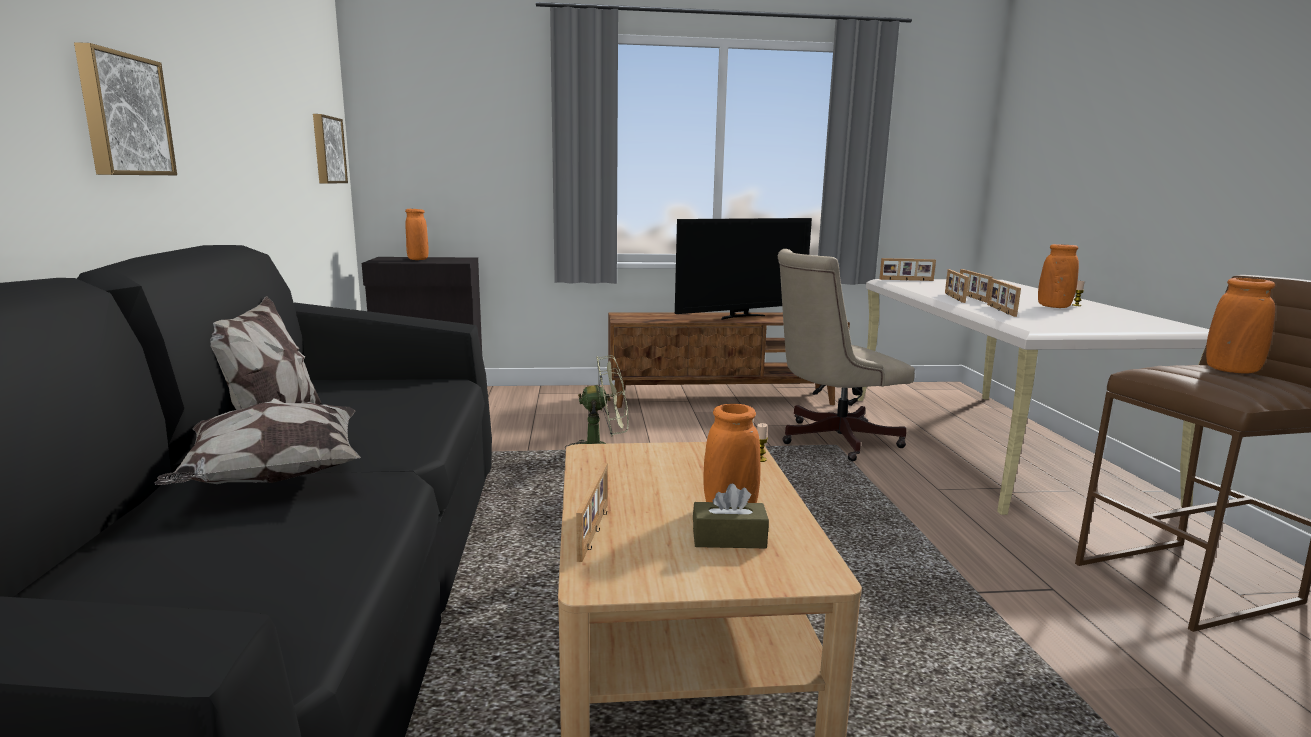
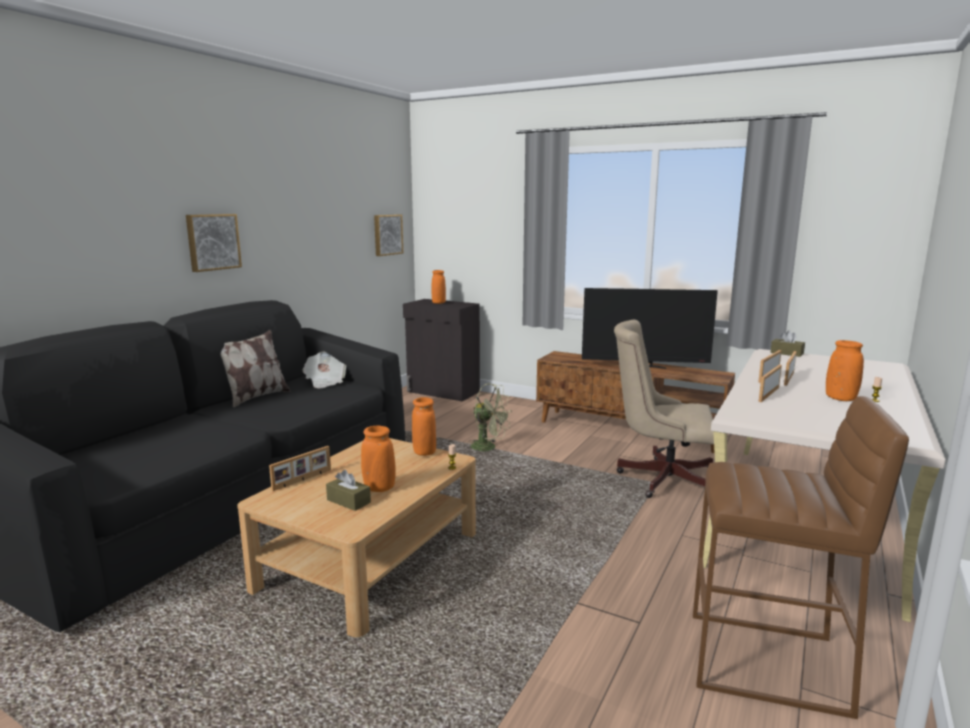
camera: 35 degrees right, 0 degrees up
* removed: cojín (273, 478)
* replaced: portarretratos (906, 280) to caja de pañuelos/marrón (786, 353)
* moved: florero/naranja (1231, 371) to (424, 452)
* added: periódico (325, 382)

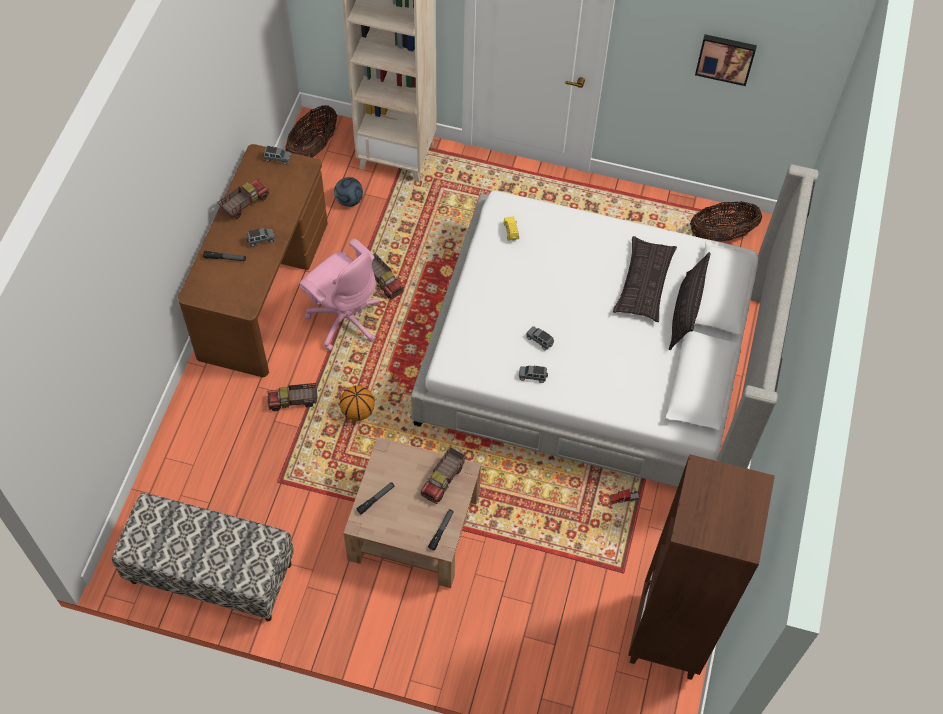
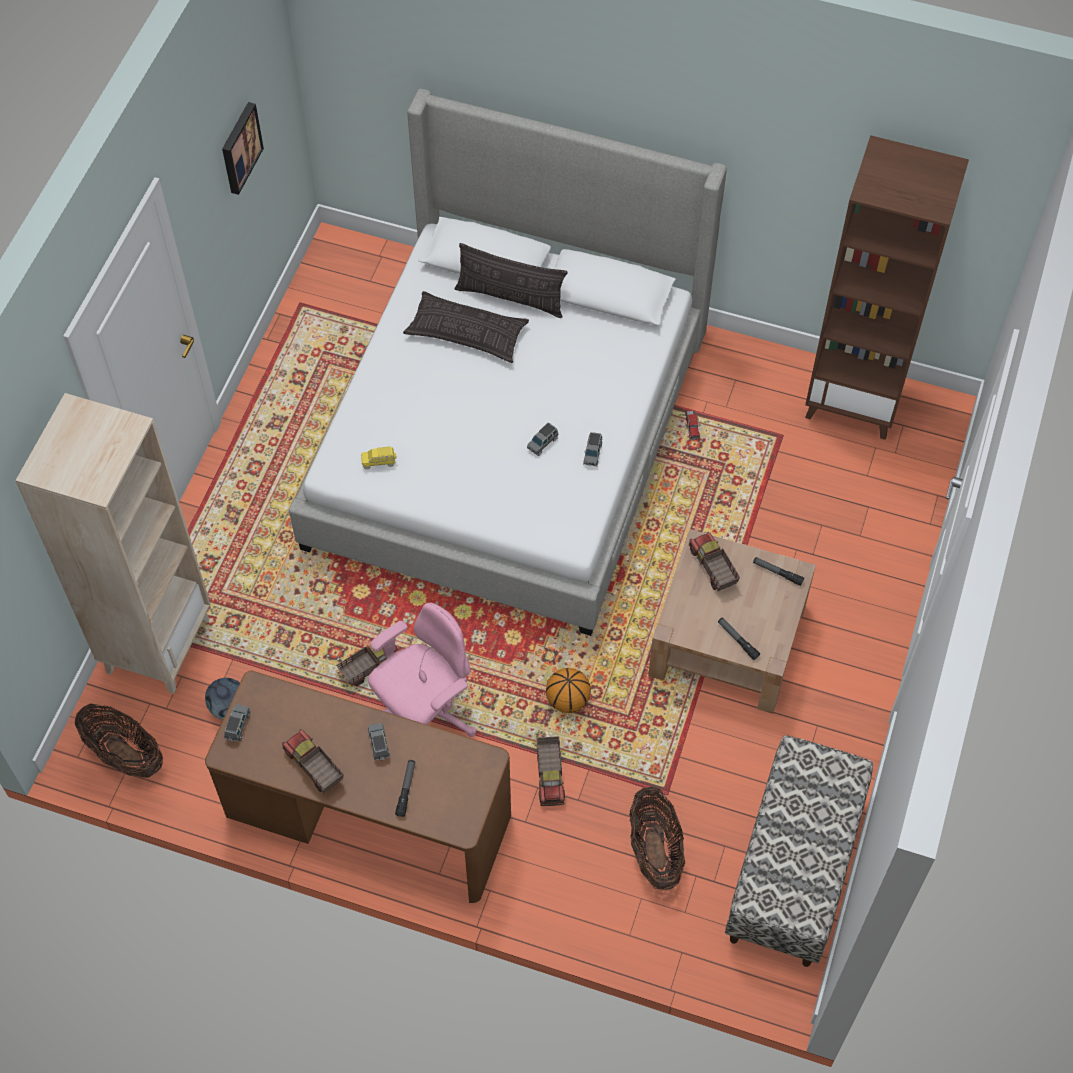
camera: 85 degrees left, 0 degrees up
* turned: camión de juguete (443, 480) = (712, 568) 150 degrees counterclockwise
* moved: cesta (721, 234) to (655, 850)

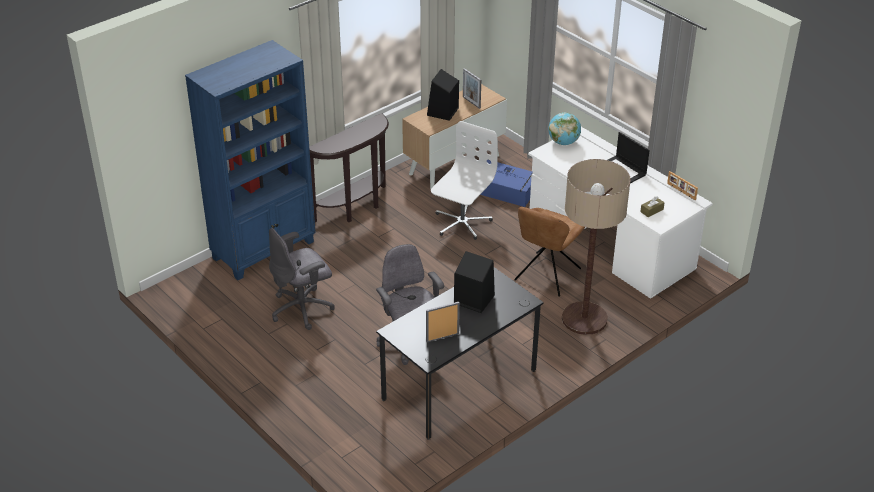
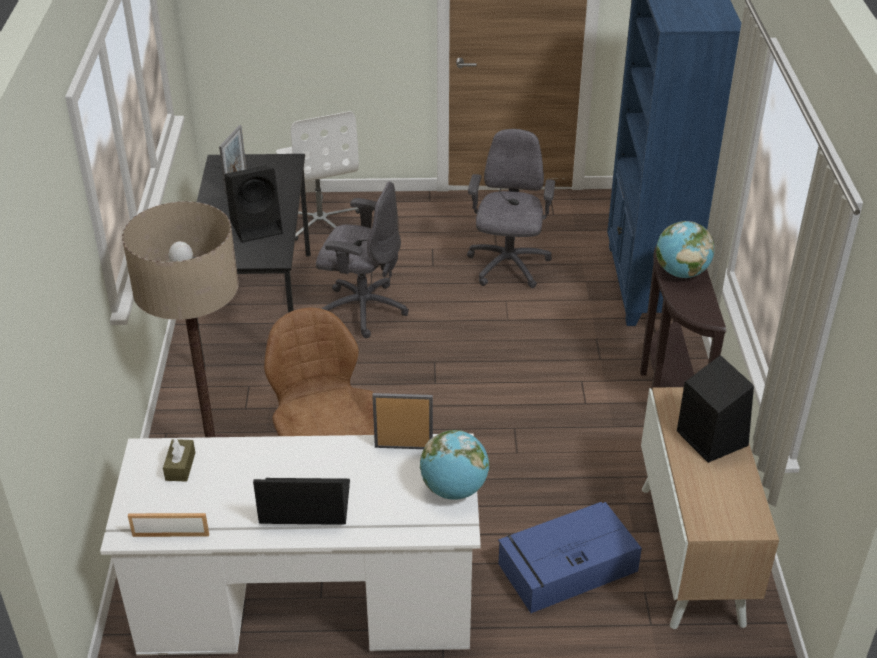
camera: 130 degrees right, 0 degrees up
* moved: silla de oficina/blanco (461, 223) to (321, 220)
* moved: portarretratos (471, 102) to (403, 447)
* added: globo terráqueo (681, 272)

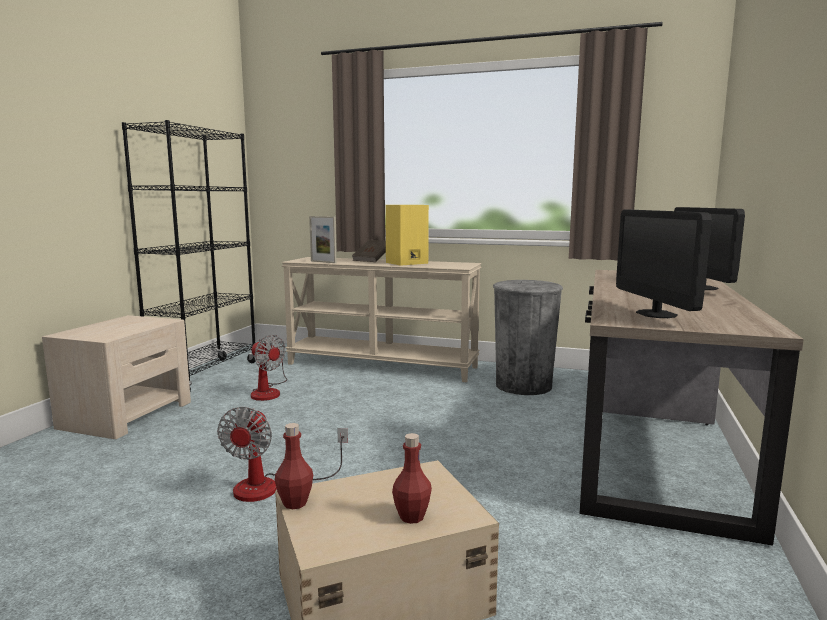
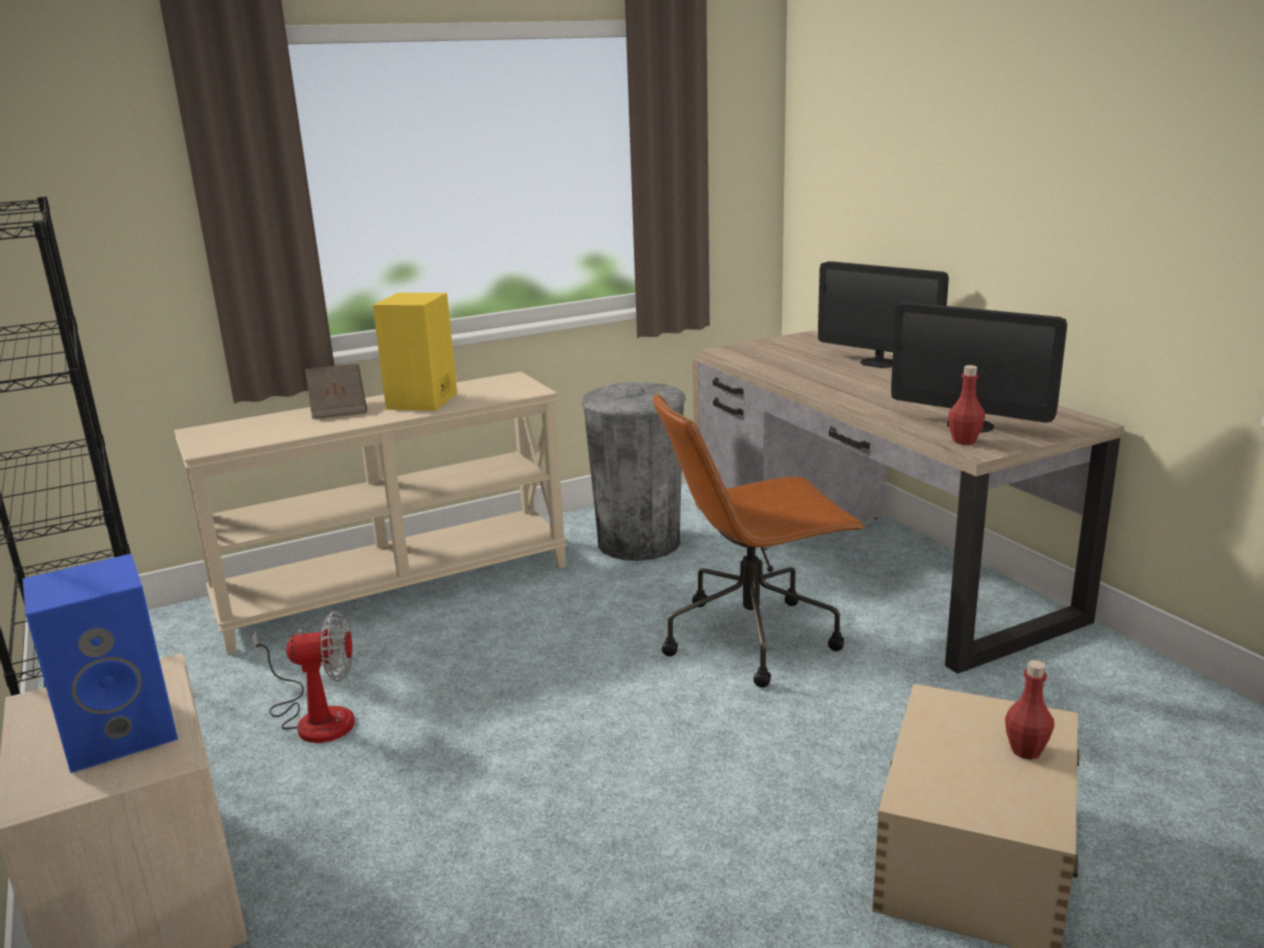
camera: 45 degrees left, 10 degrees up
* removed: ventilador (271, 486)
* moved: botella/rojo (295, 503) to (964, 441)
* removed: portarretratos (323, 262)
* added: altavoz/azul (123, 731)
* added: silla de oficina/marrón (753, 637)

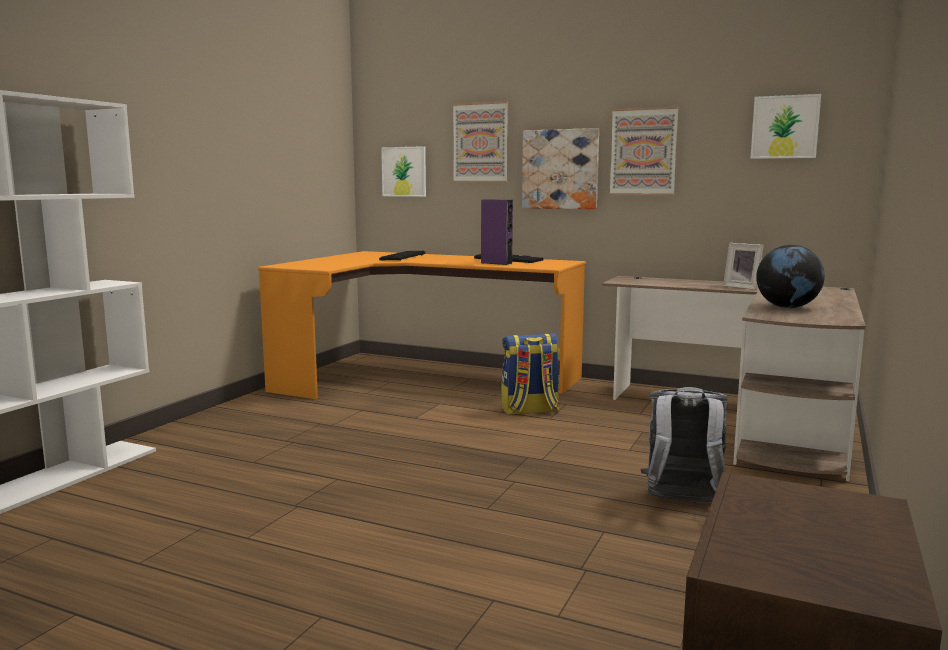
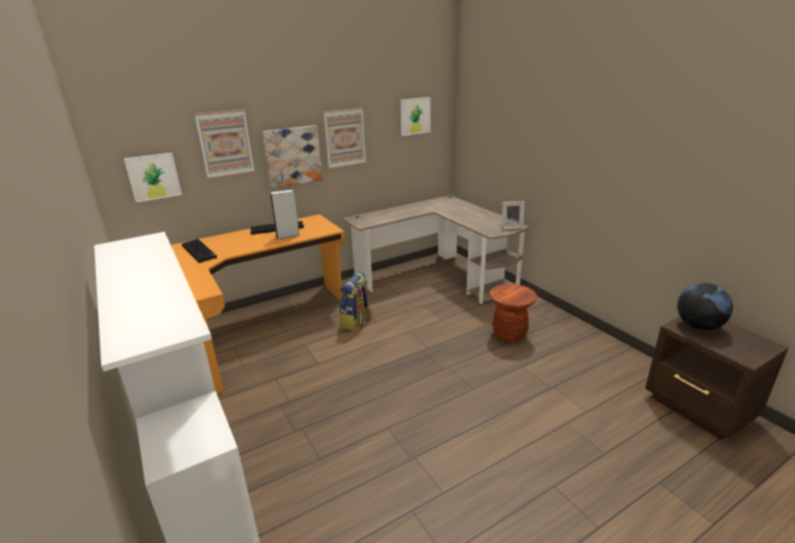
camera: 55 degrees left, 15 degrees up
* recoloured: altavoz/morado (496, 263) to altavoz/gris (288, 236)
* replaced: mochila/gris (682, 503) to taburete/marrón (509, 334)
* moved: portarretratos (743, 287) to (511, 227)
* moved: globo terráqueo (787, 307) to (698, 326)

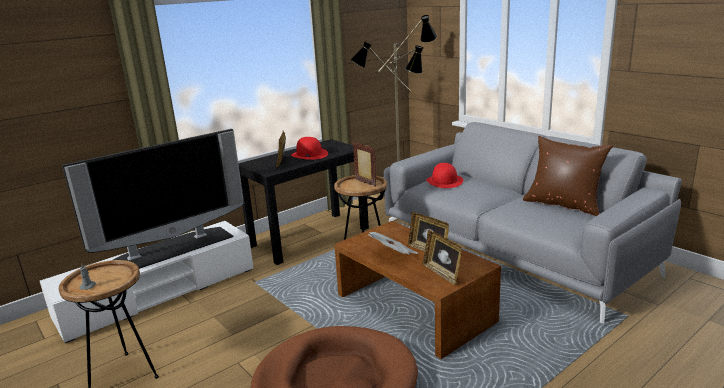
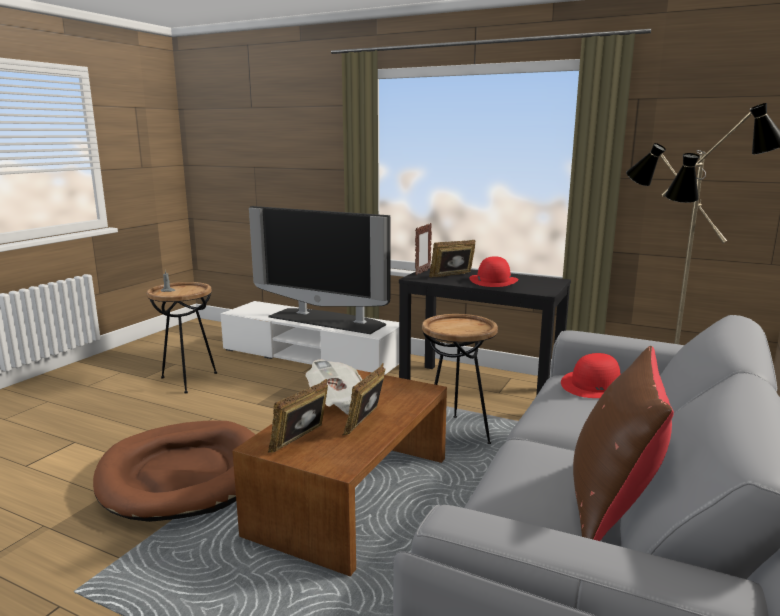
camera: 65 degrees right, 5 degrees down
* moved: portarretratos (365, 183) to (422, 272)

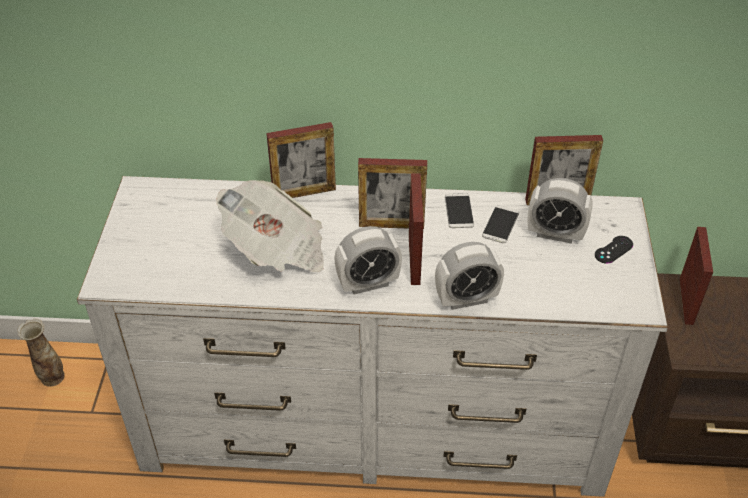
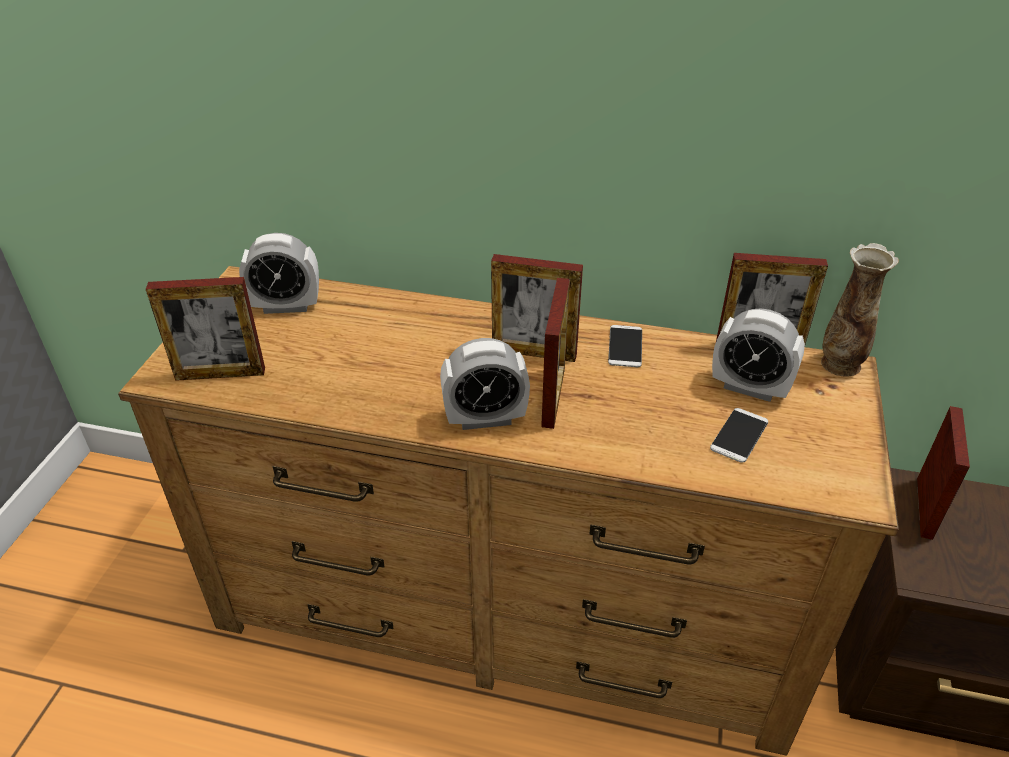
camera: 10 degrees right, 5 degrees down
* moved: florero (52, 377) to (839, 365)
* recoloured: cómoda/blanco (374, 422) to cómoda/marrón (506, 611)
* removed: periódico (276, 249)
* moved: portarretratos (304, 192) to (220, 374)
* moved: despertador (466, 299) to (286, 306)
* moved: móvil (500, 225) to (739, 435)
* removed: mando de consola/negro (613, 250)

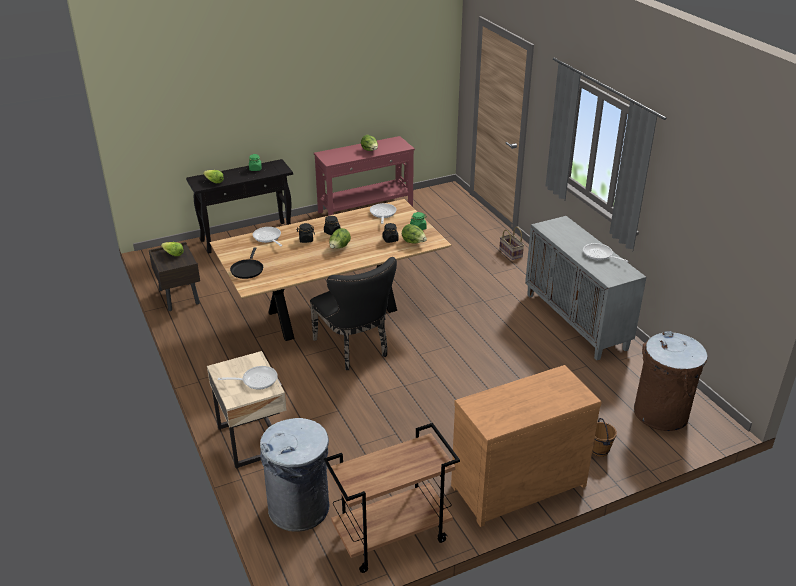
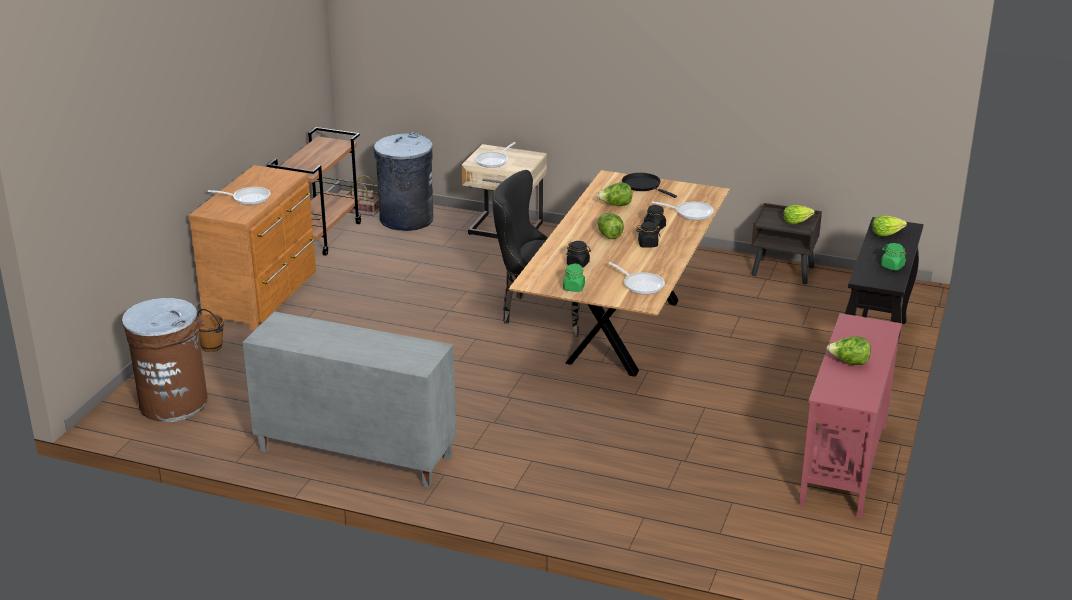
camera: 135 degrees right, 5 degrees down
* moved: lechuga (413, 242) to (615, 205)
* moved: cesta (511, 253) to (362, 211)
* moved: sartén (599, 255) to (248, 198)

